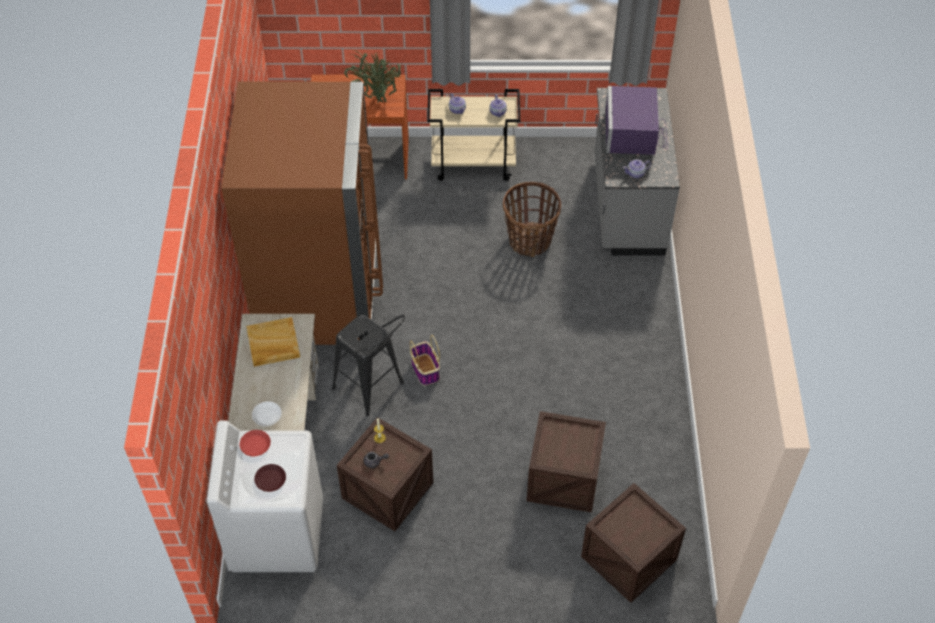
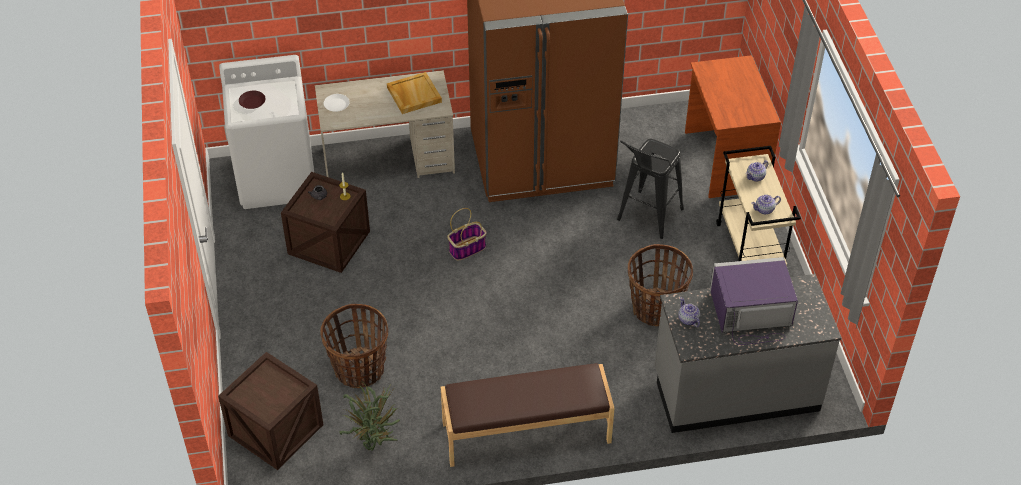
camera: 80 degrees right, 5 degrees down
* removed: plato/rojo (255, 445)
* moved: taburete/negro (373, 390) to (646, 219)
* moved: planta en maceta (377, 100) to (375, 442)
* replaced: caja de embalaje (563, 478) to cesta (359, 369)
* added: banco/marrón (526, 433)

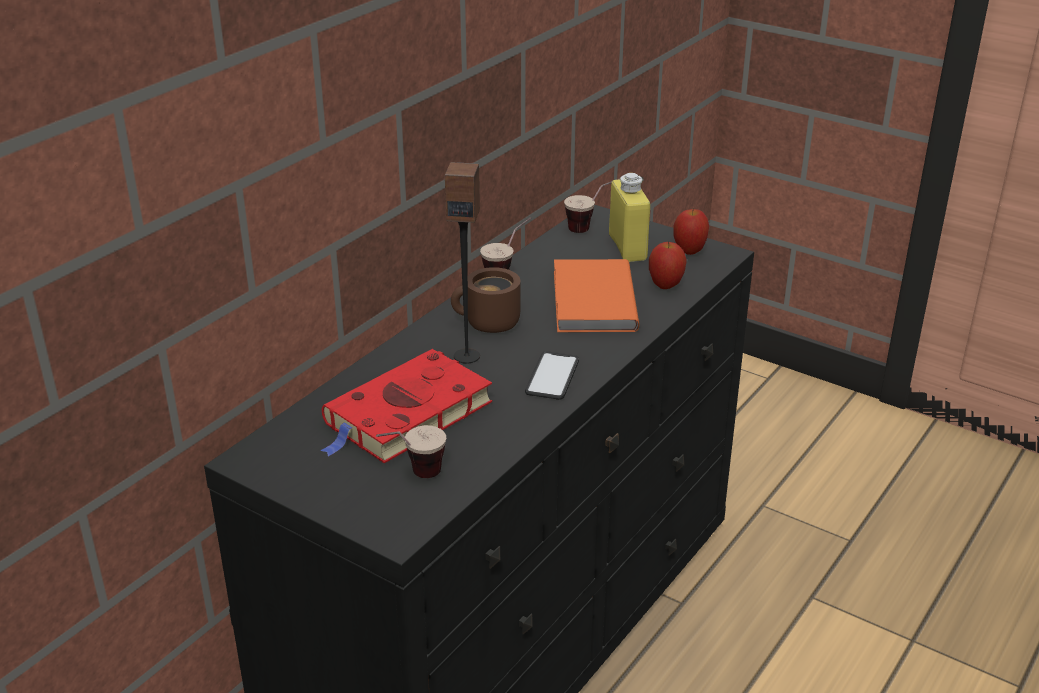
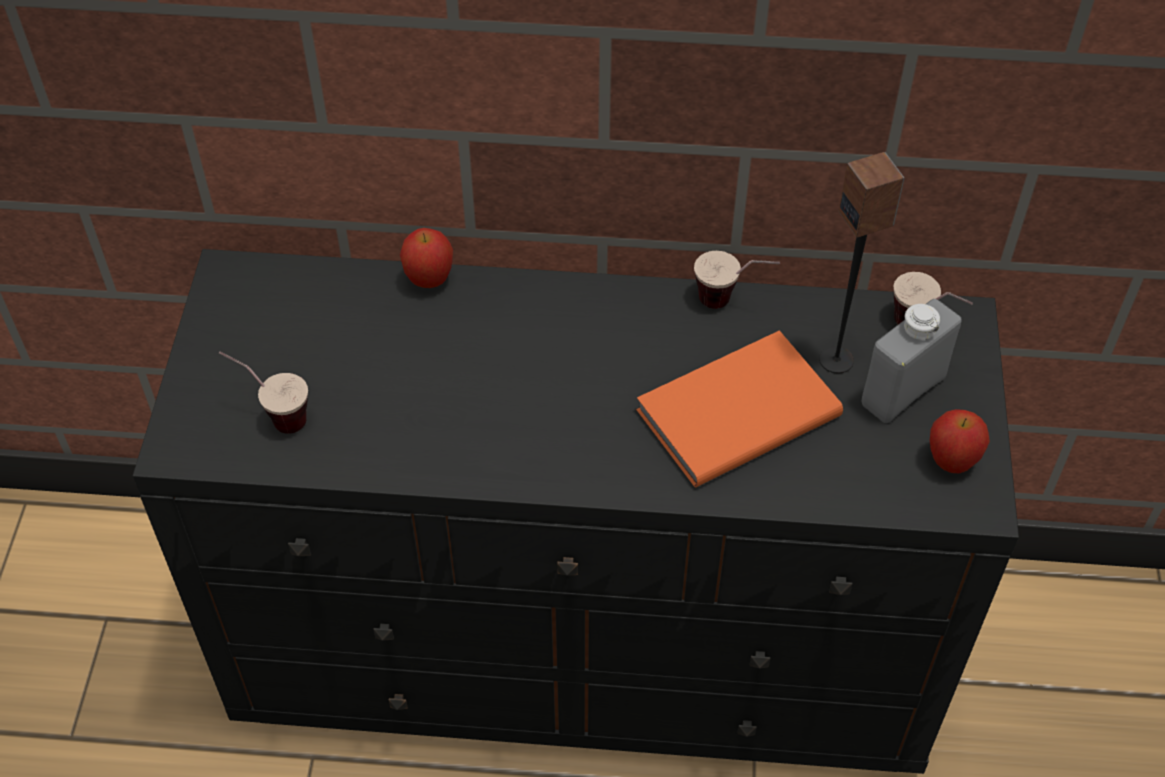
camera: 60 degrees right, 20 degrees up
* removed: libro/rojo (405, 416)
* moved: altavoz (467, 356) to (837, 359)
* removed: taza grande/marrón (488, 324)
* removed: móvil (552, 377)
* recoloured: botella/amarillo (627, 248) to botella/gris (903, 391)
* moved: manzana (665, 286) to (429, 280)

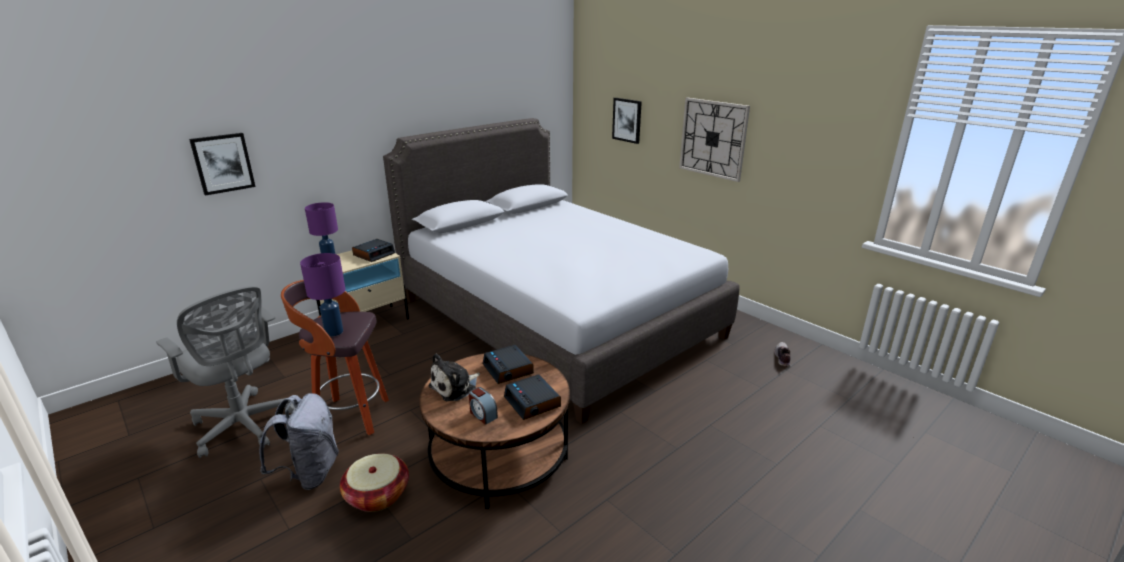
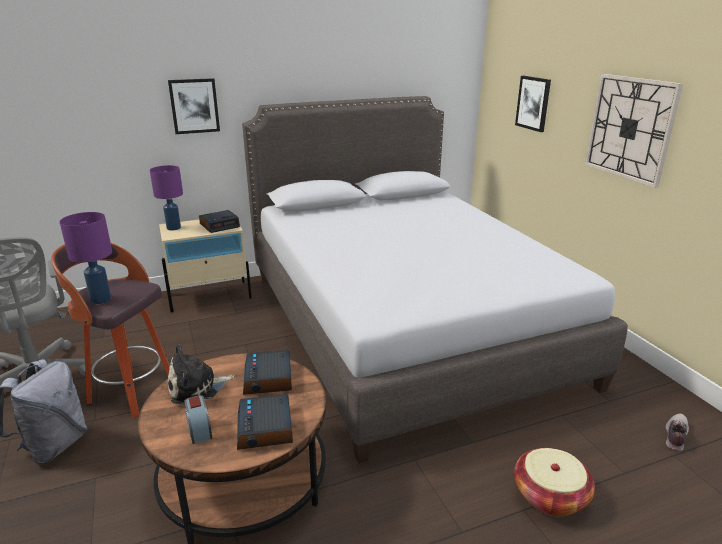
camera: 20 degrees right, 0 degrees up
* moved: cuadro (223, 163) to (194, 106)
* moved: cesta (377, 495) to (550, 496)

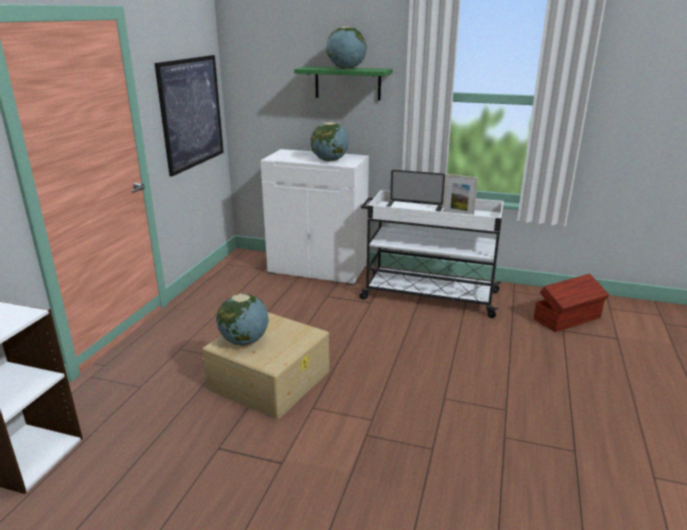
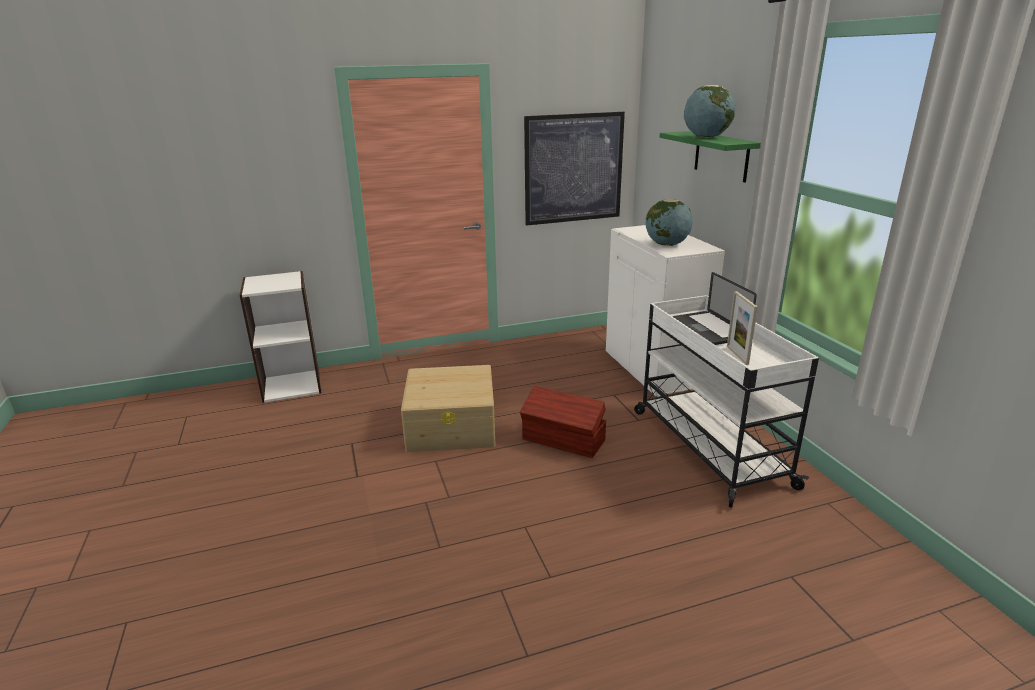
camera: 55 degrees right, 0 degrees up
* removed: globo terráqueo (244, 341)
* moved: caja de almacenaje/marrón (568, 318) to (563, 440)

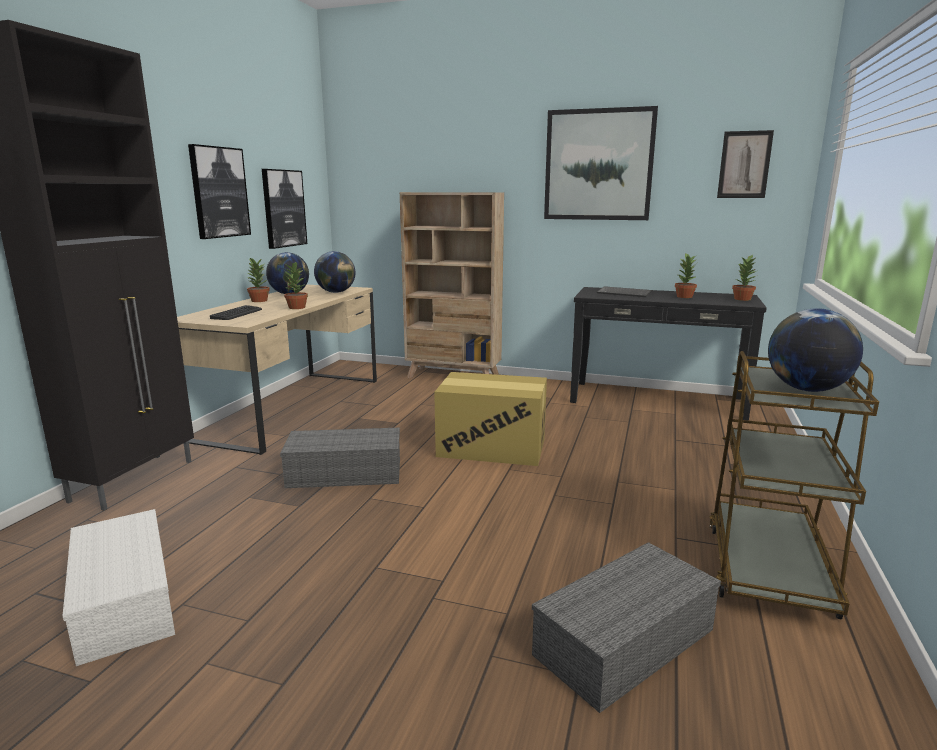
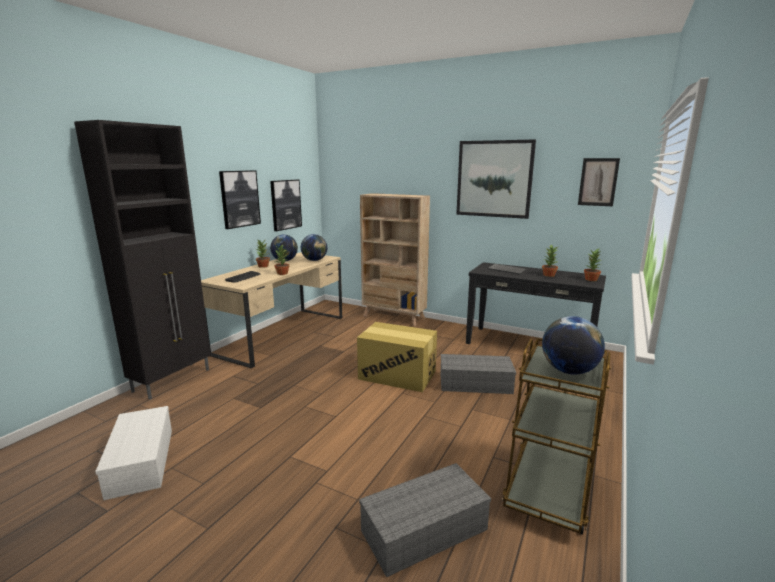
camera: 10 degrees right, 0 degrees up
* moved: caja de almacenaje/gris (343, 474) to (474, 384)

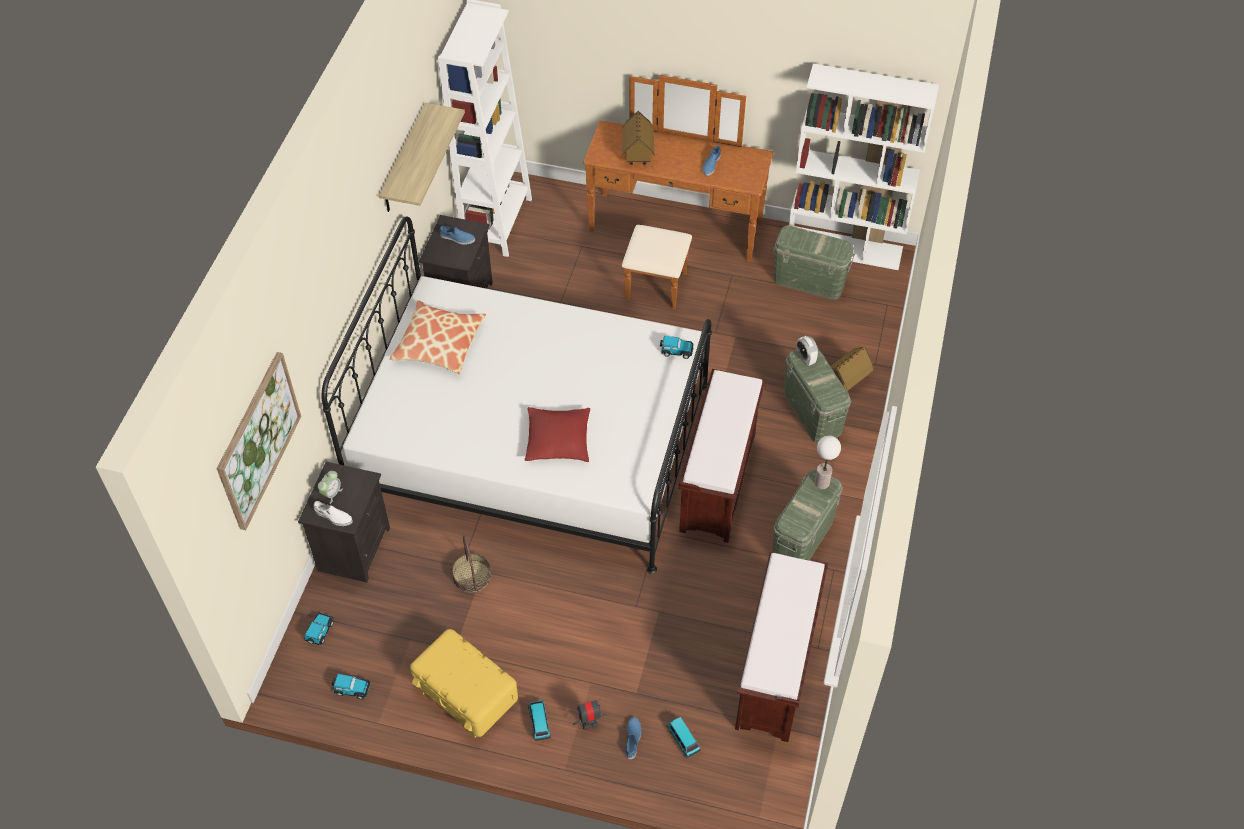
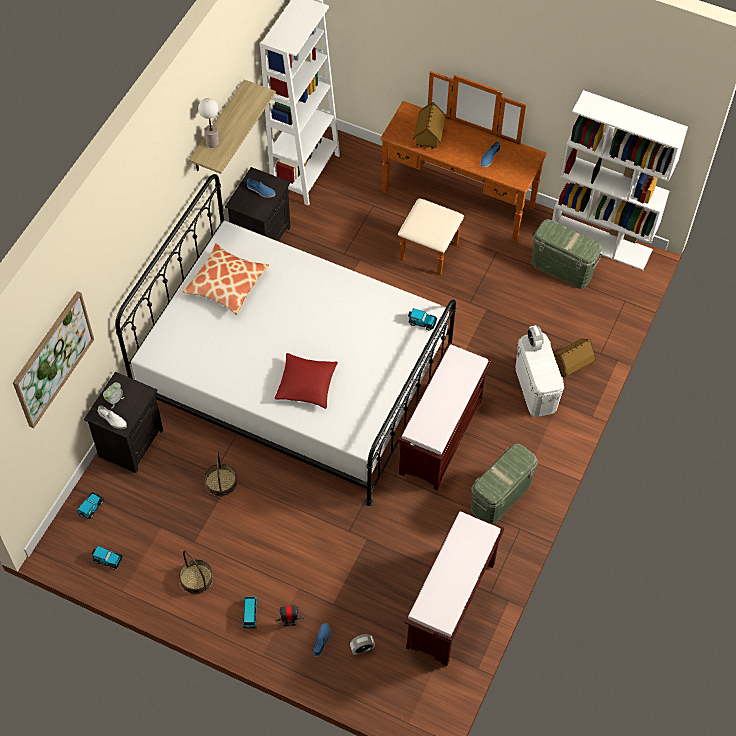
camera: 10 degrees right, 5 degrees up
* replaced: caja de almacenaje/amarillo (465, 693) to cesta (196, 579)
* replaced: coche de juguete (683, 740) to despertador (362, 649)
* recoloured: caja de almacenaje/verde (812, 412) to caja de almacenaje/blanco (536, 388)
* moved: lámpara de mesa (821, 482) to (212, 143)

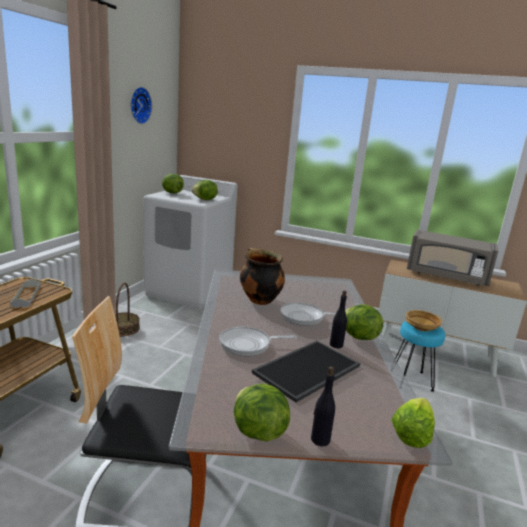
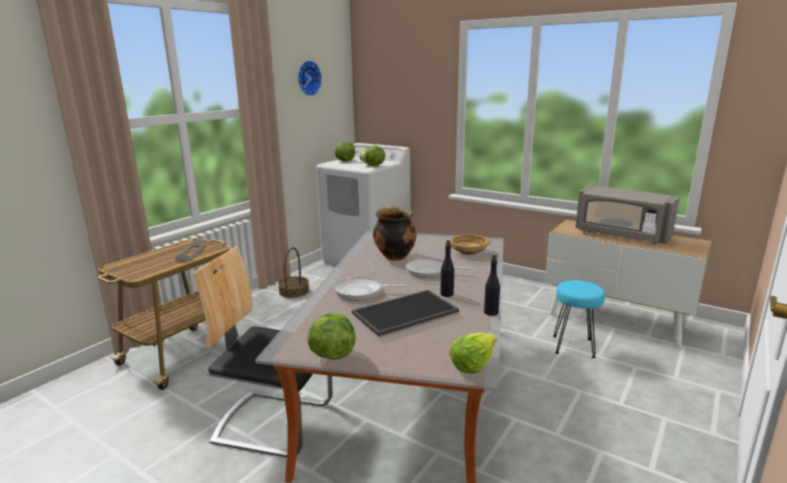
camera: 15 degrees right, 0 degrees up
* moved: botella/negro (320, 439) to (491, 312)
* removed: lechuga (358, 337)
* moved: cuenco/beis (421, 327) to (468, 252)

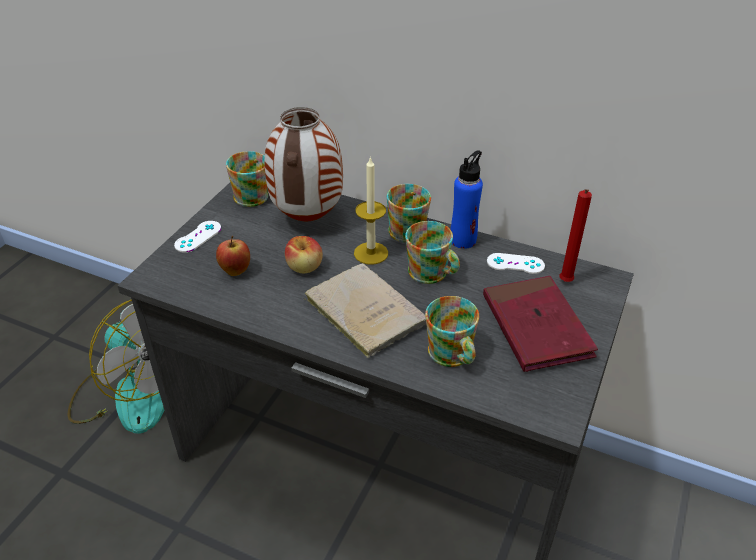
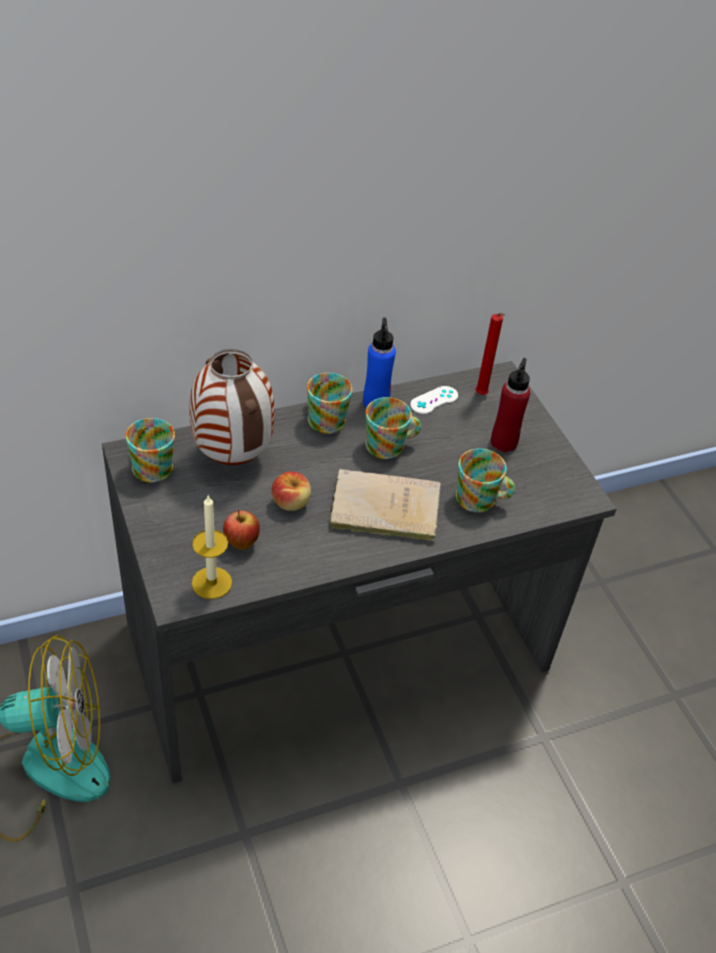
camera: 50 degrees left, 5 degrees up
* removed: mando de consola/blanco (198, 236)
* moved: vela (371, 253) to (211, 583)
* replaced: libro/rojo (536, 327) to botella/rojo (503, 442)

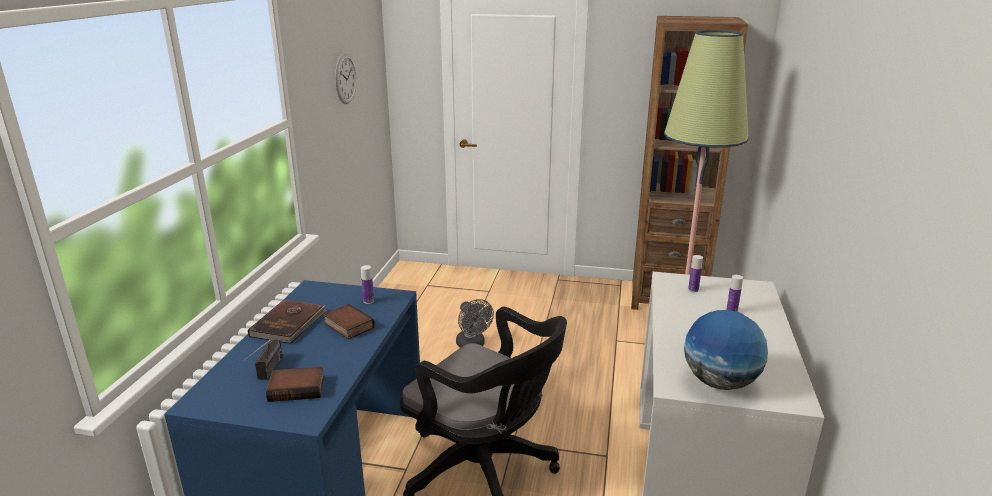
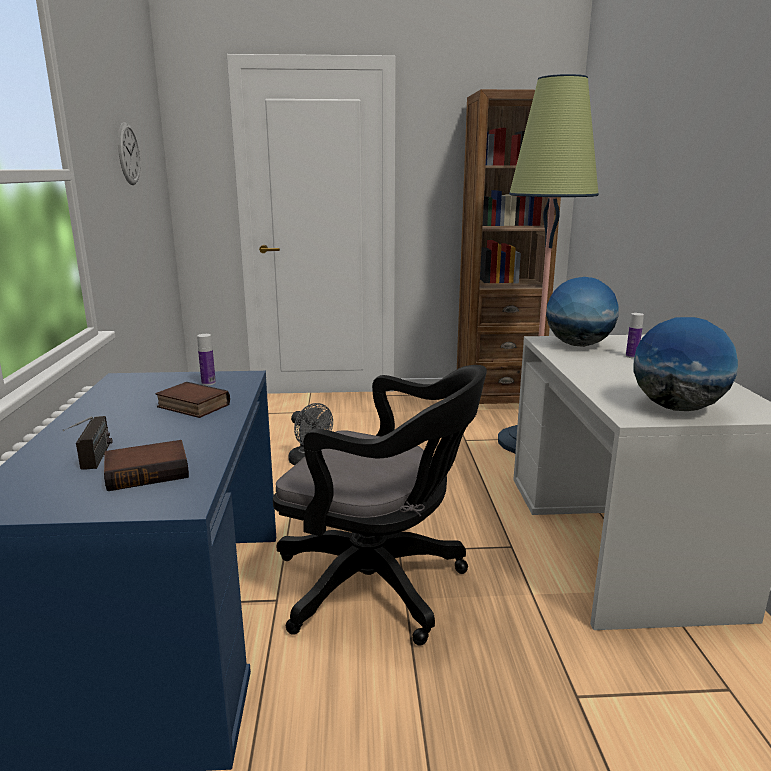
camera: 15 degrees left, 5 degrees down
* removed: libro/marrón (289, 324)
* replaced: botella (693, 290) to globo terráqueo (578, 345)

